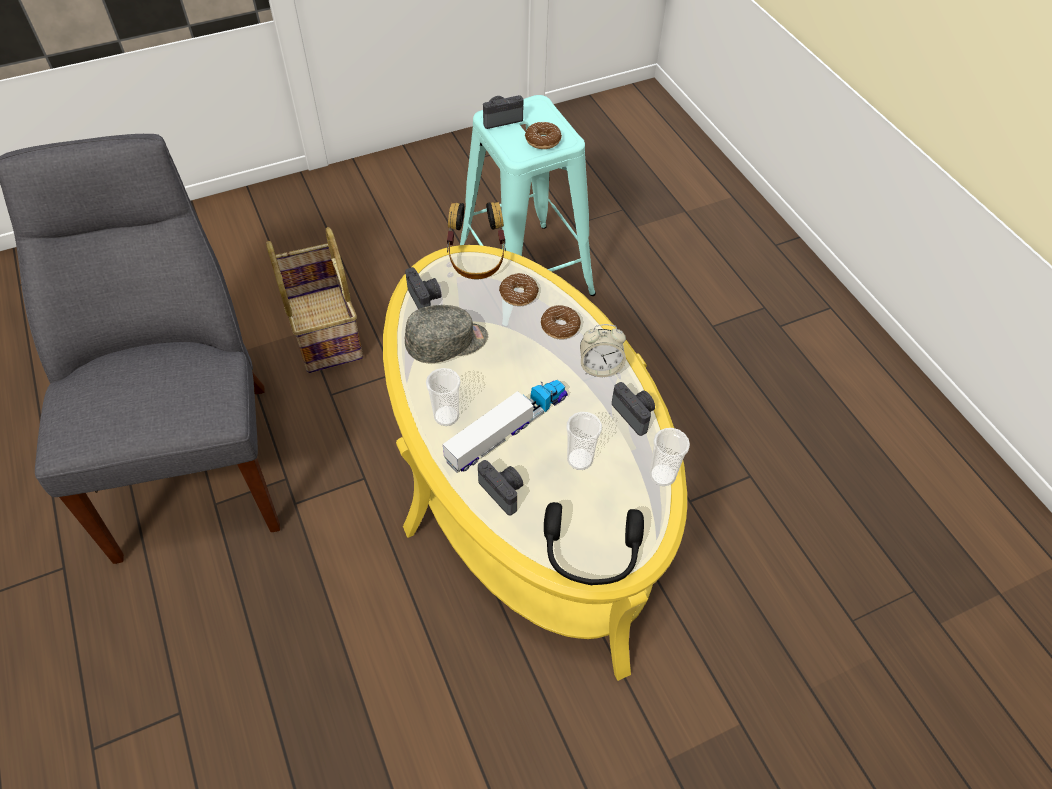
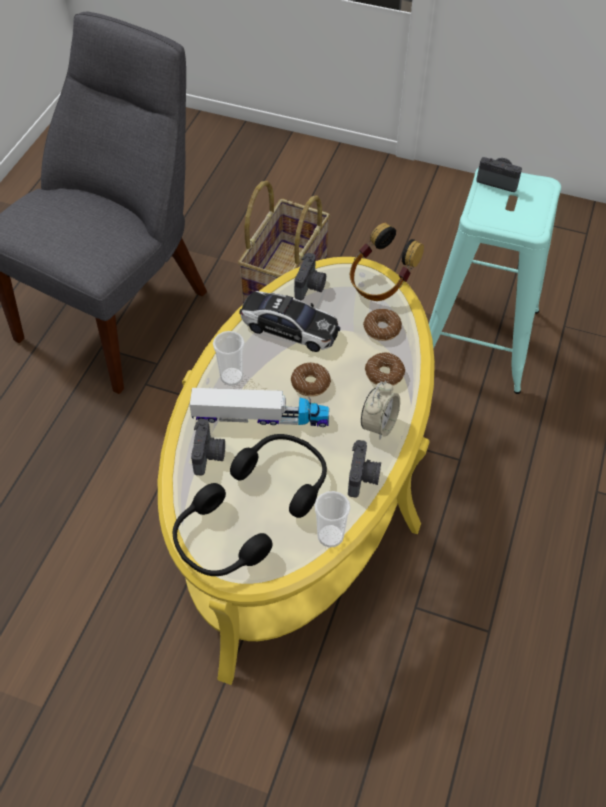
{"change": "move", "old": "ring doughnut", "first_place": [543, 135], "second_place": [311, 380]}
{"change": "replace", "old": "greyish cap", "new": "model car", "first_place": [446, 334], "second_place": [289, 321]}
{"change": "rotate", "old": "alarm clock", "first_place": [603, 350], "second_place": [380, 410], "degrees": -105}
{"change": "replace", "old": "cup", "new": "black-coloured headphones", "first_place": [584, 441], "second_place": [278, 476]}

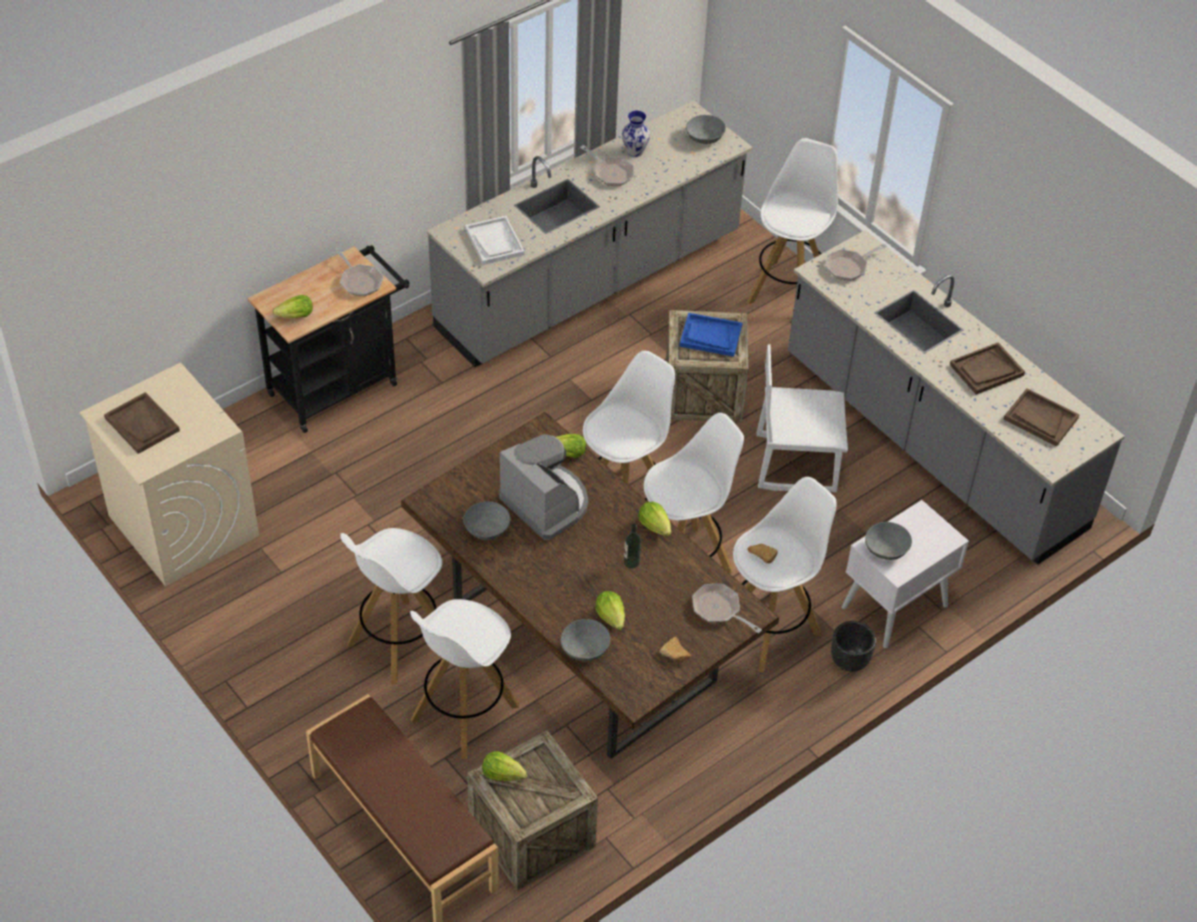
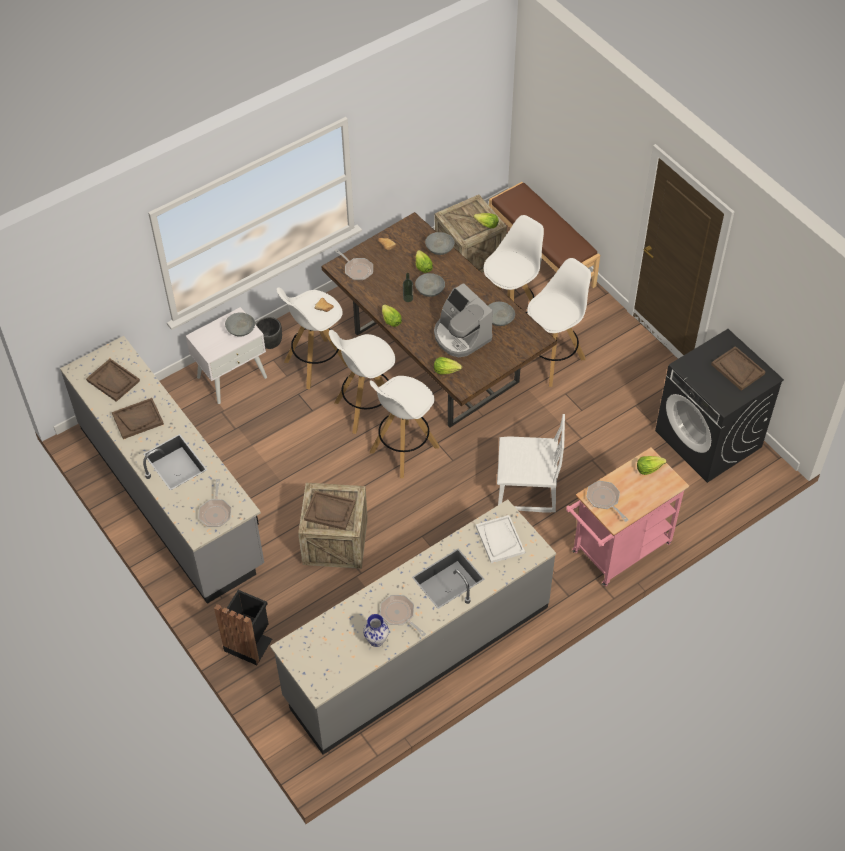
{"change": "move", "old": "greyish bowl", "first_place": [706, 129], "second_place": [430, 285]}
{"change": "replace", "old": "white sitting stool", "new": "black-coloured trash can", "first_place": [792, 221], "second_place": [243, 627]}
{"change": "rotate", "old": "skillet", "first_place": [856, 262], "second_place": [214, 503], "degrees": 120}
{"change": "recolor", "old": "black-coloured trolley", "new": "pink trolley", "first_place": [328, 339], "second_place": [627, 517]}
{"change": "recolor", "old": "blue-coloured tray", "new": "brown tray", "first_place": [710, 335], "second_place": [330, 510]}
{"change": "move", "old": "white plain chair", "first_place": [802, 418], "second_place": [531, 463]}
{"change": "recolor", "old": "sand-coloured laundry appliance", "new": "black-coloured laundry appliance", "first_place": [169, 475], "second_place": [719, 406]}

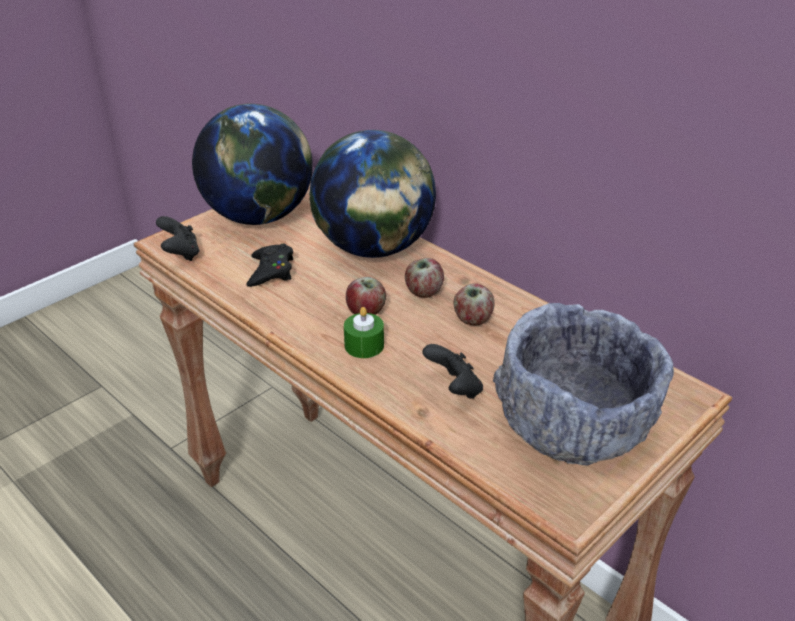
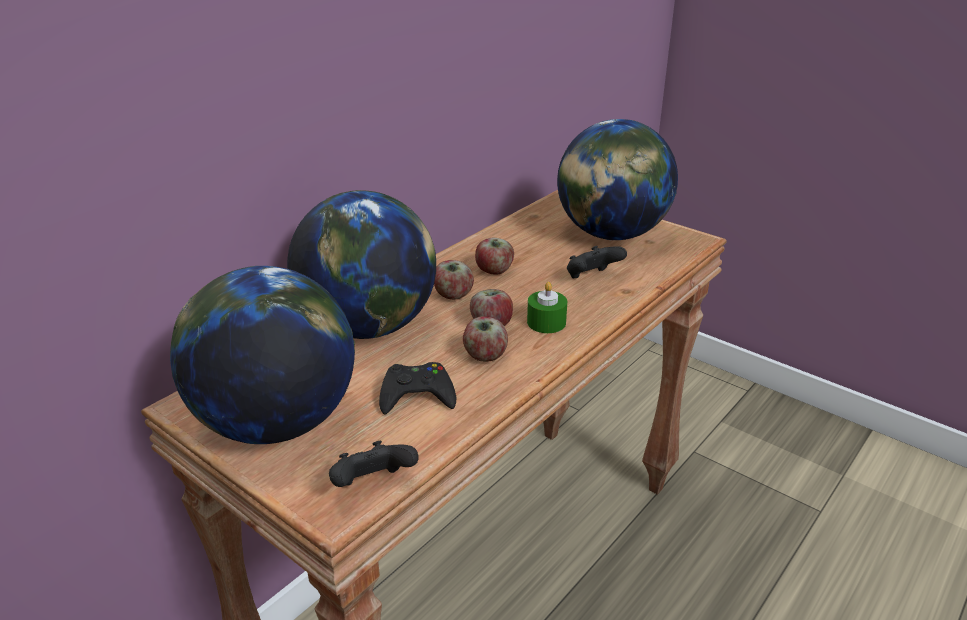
{"change": "replace", "old": "greyish bowl", "new": "globe", "first_place": [583, 384], "second_place": [617, 179]}
{"change": "insert", "new": "whole apple", "second_place": [485, 339]}

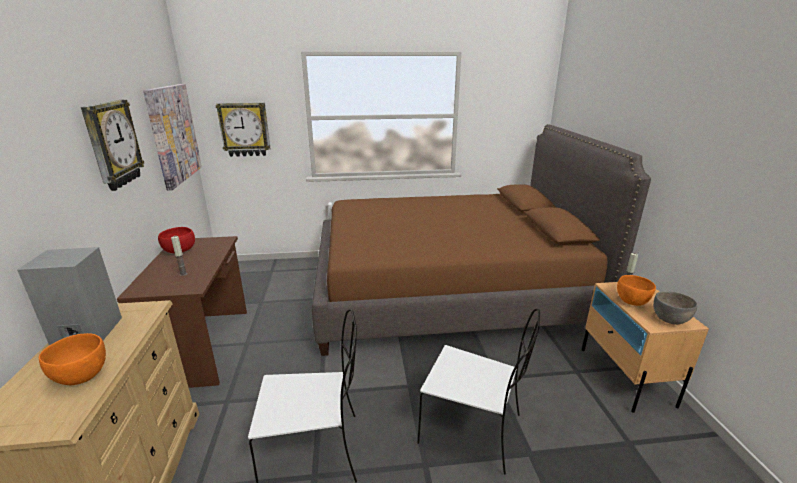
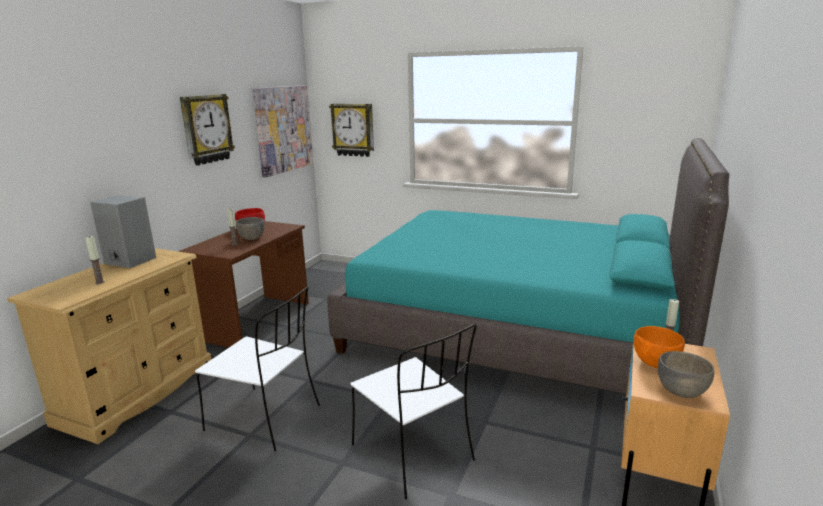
{"change": "recolor", "old": "brown bed", "new": "turquoise bed", "first_place": [481, 240], "second_place": [528, 266]}
{"change": "replace", "old": "orange-coloured bowl", "new": "wax light", "first_place": [72, 359], "second_place": [95, 260]}
{"change": "insert", "new": "greyish bowl", "second_place": [250, 228]}

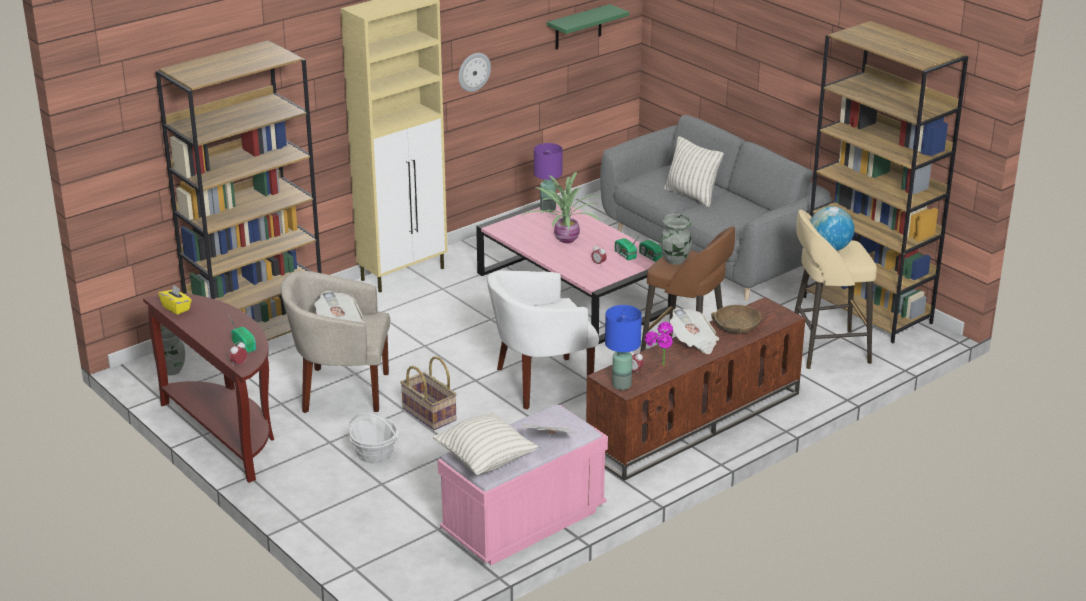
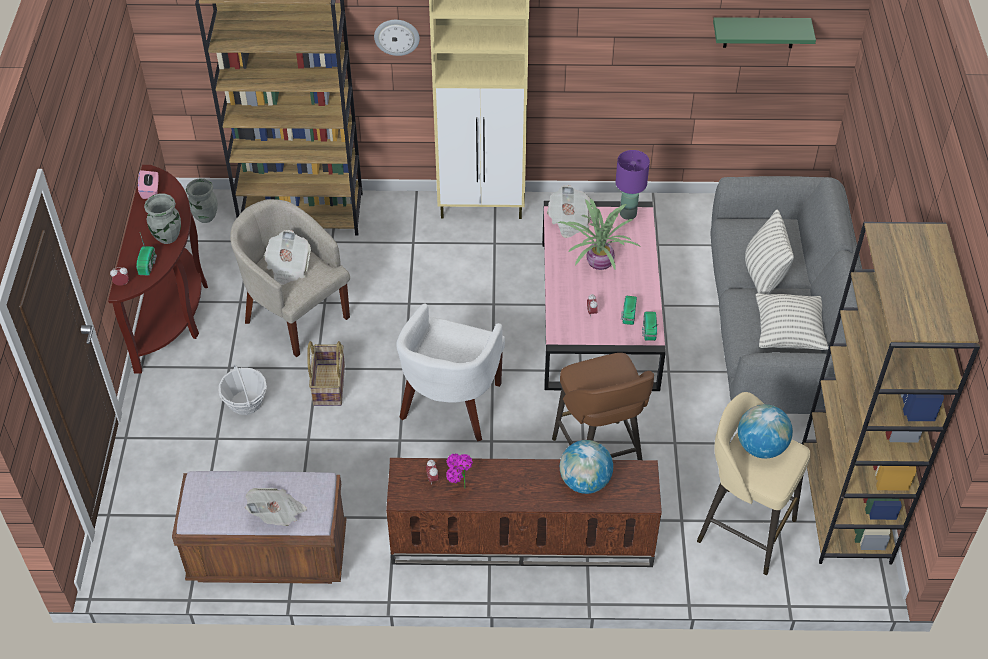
{"change": "move", "old": "clock on the wall", "first_place": [474, 72], "second_place": [397, 38]}
{"change": "move", "old": "greyish decorative vase", "first_place": [676, 239], "second_place": [162, 219]}
{"change": "rotate", "old": "white armchair", "first_place": [543, 340], "second_place": [450, 372], "degrees": -90}
{"change": "recolor", "old": "yellow-coloured tissue holder", "new": "pink tissue holder", "first_place": [175, 299], "second_place": [148, 184]}
{"change": "delete", "old": "blue-coloured lamp for a table", "first_place": [623, 347]}
{"change": "replace", "old": "brown bowl", "new": "globe", "first_place": [736, 319], "second_place": [586, 467]}
{"change": "move", "old": "daily paper", "first_place": [694, 331], "second_place": [569, 211]}
{"change": "recolor", "old": "pink bench", "new": "brown bench", "first_place": [523, 484], "second_place": [259, 527]}
{"change": "move", "old": "throw pillow", "first_place": [485, 443], "second_place": [791, 321]}

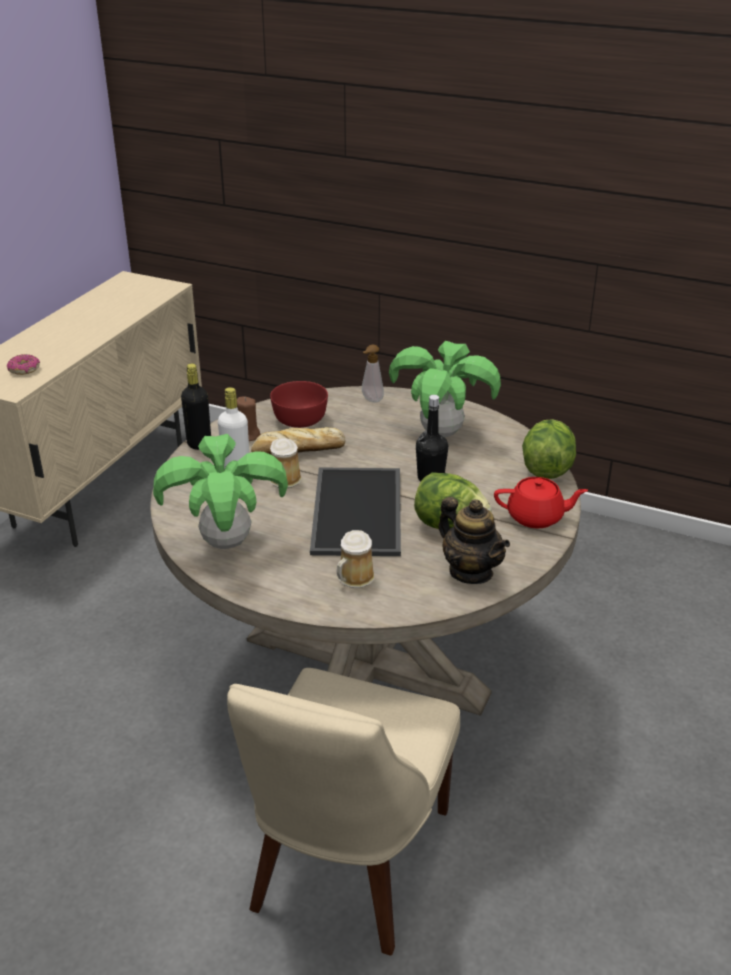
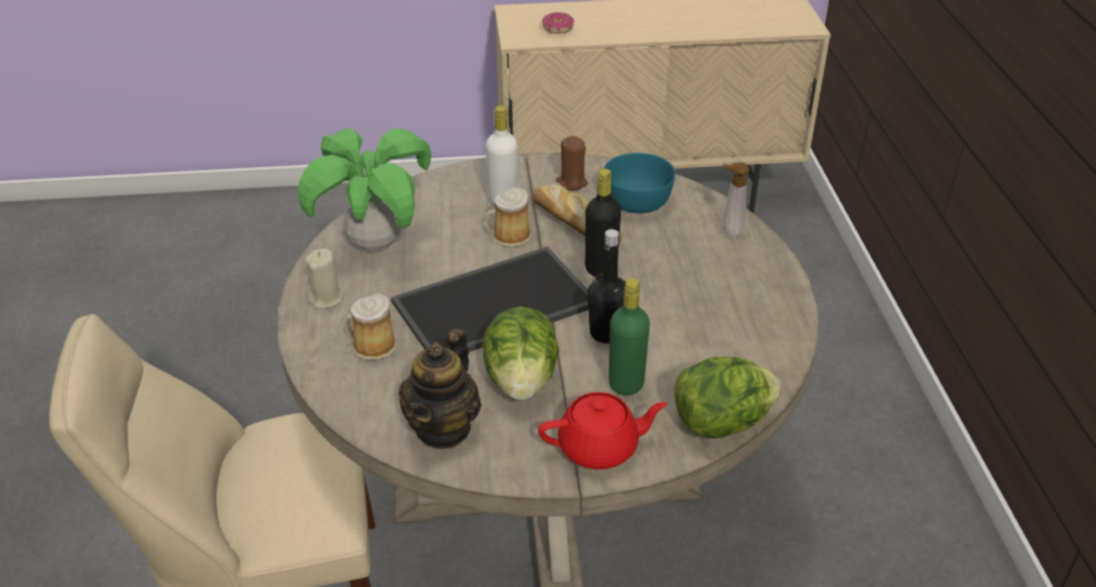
{"change": "delete", "old": "potted plant", "first_place": [445, 389]}
{"change": "move", "old": "black-coloured drink bottle", "first_place": [196, 406], "second_place": [603, 223]}
{"change": "recolor", "old": "red bowl", "new": "turquoise bowl", "first_place": [299, 404], "second_place": [639, 183]}
{"change": "rotate", "old": "red pot for tea", "first_place": [541, 502], "second_place": [603, 430], "degrees": -75}
{"change": "insert", "new": "sand-coloured wax light", "second_place": [325, 278]}
{"change": "insert", "new": "green-coloured drink bottle", "second_place": [629, 337]}

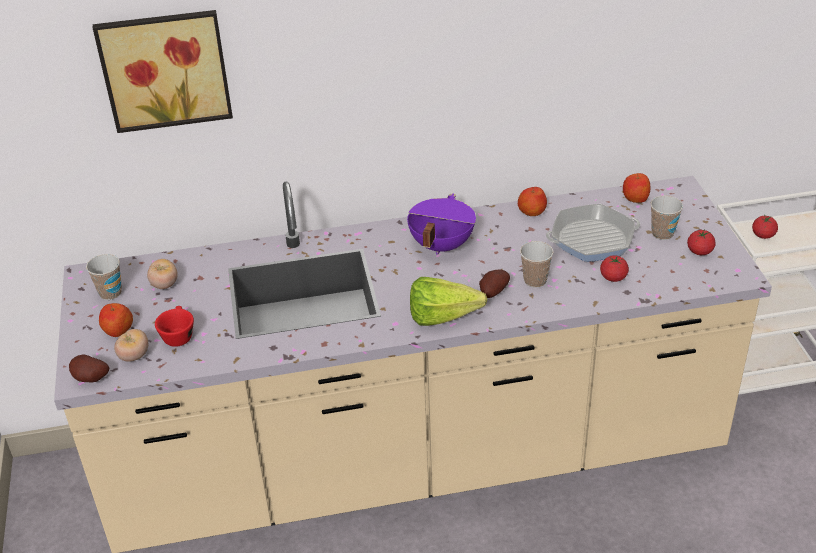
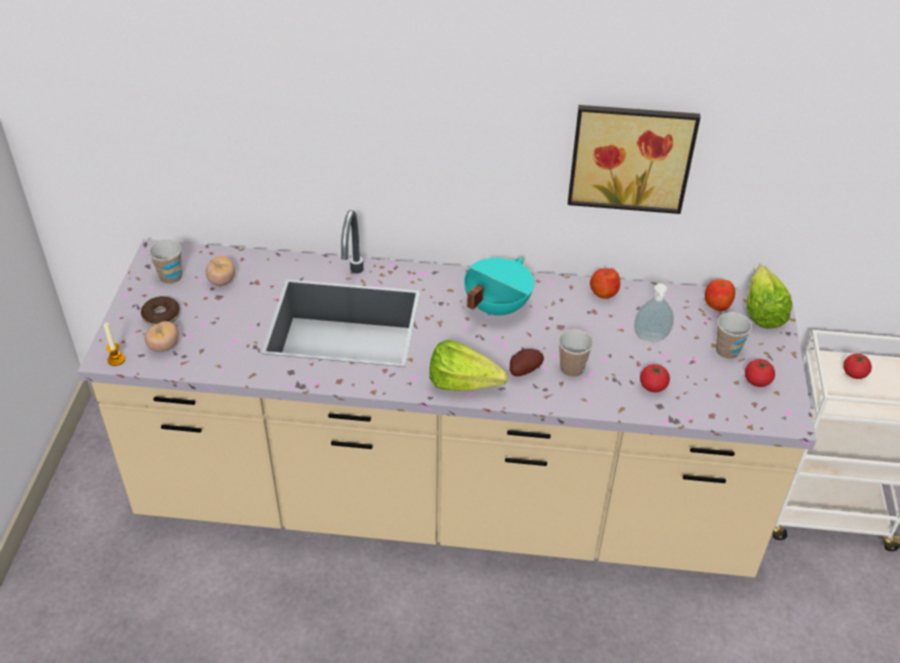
{"change": "move", "old": "picture", "first_place": [163, 71], "second_place": [634, 159]}
{"change": "recolor", "old": "purple-coloured cooking pot", "new": "turquoise cooking pot", "first_place": [441, 224], "second_place": [499, 286]}
{"change": "replace", "old": "skillet", "new": "soap dispenser", "first_place": [593, 233], "second_place": [654, 312]}
{"change": "replace", "old": "whole apple", "new": "ring doughnut", "first_place": [116, 320], "second_place": [160, 311]}
{"change": "delete", "old": "red cup", "first_place": [174, 326]}
{"change": "replace", "old": "whole potato", "new": "wax light", "first_place": [89, 368], "second_place": [114, 344]}
{"change": "insert", "new": "lettuce head", "second_place": [769, 296]}

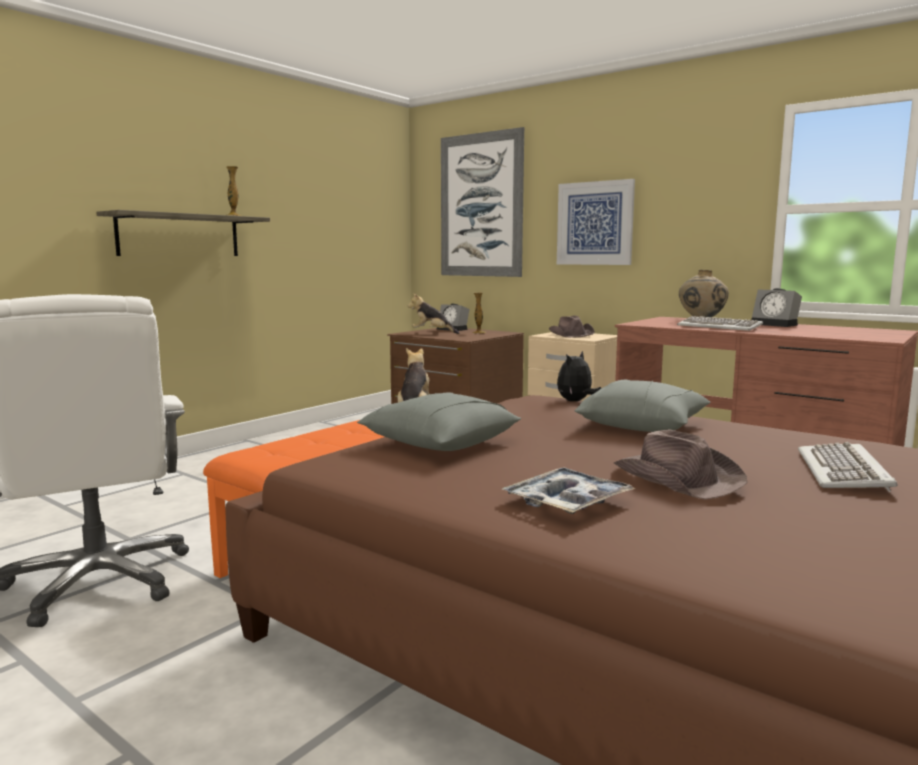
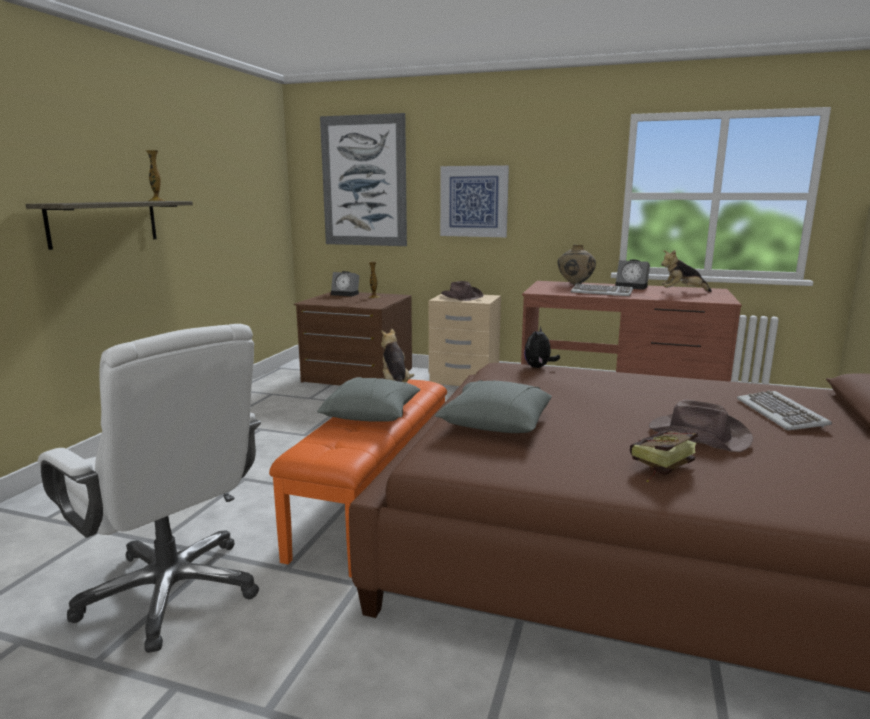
{"change": "move", "old": "soft toy", "first_place": [433, 314], "second_place": [686, 271]}
{"change": "move", "old": "greyish throw pillow", "first_place": [643, 405], "second_place": [369, 399]}
{"change": "replace", "old": "tray", "new": "book", "first_place": [569, 491], "second_place": [664, 456]}

